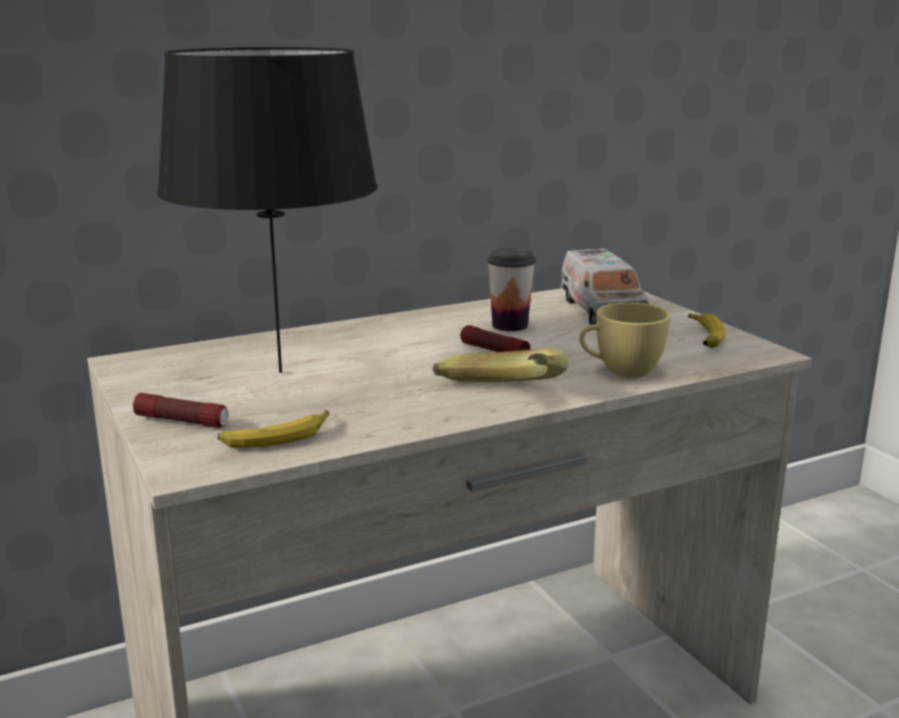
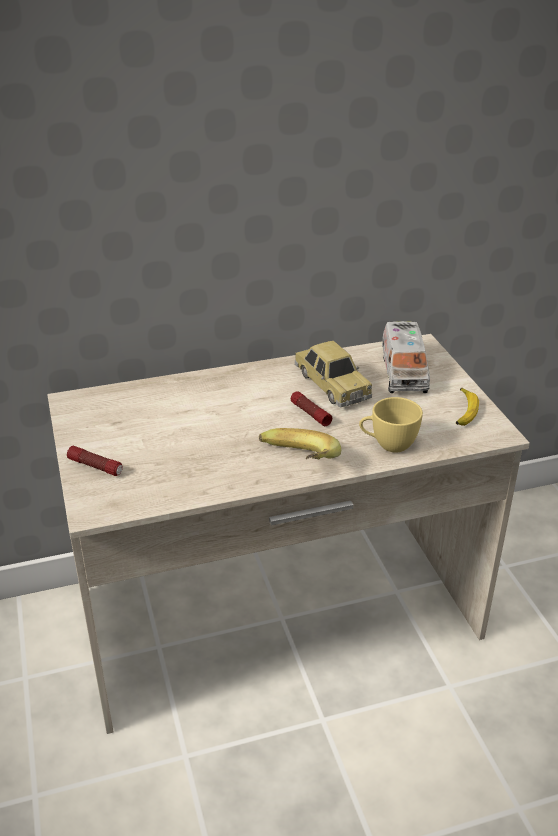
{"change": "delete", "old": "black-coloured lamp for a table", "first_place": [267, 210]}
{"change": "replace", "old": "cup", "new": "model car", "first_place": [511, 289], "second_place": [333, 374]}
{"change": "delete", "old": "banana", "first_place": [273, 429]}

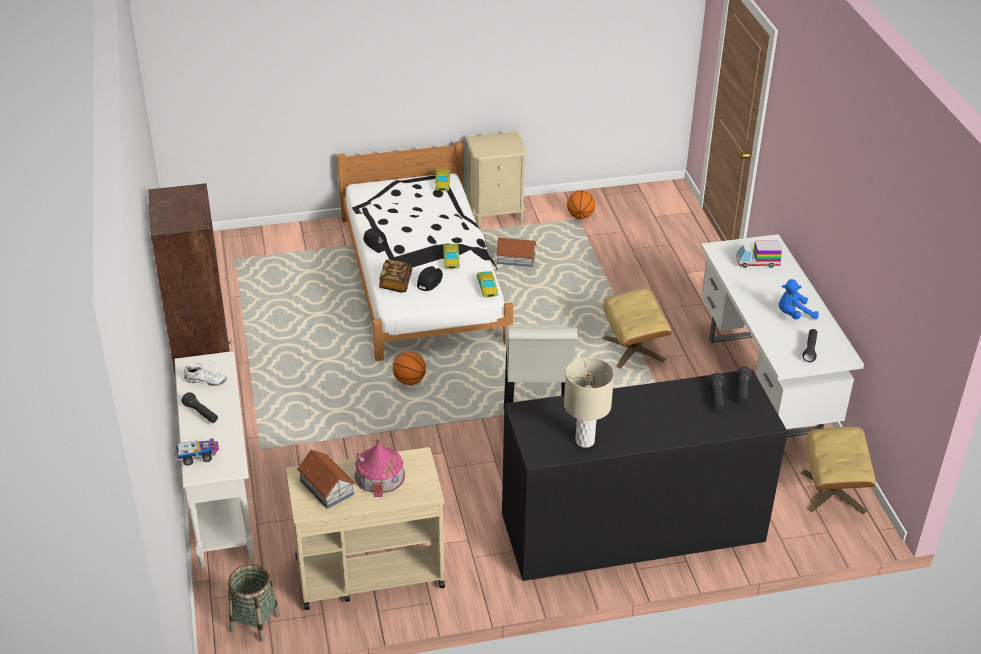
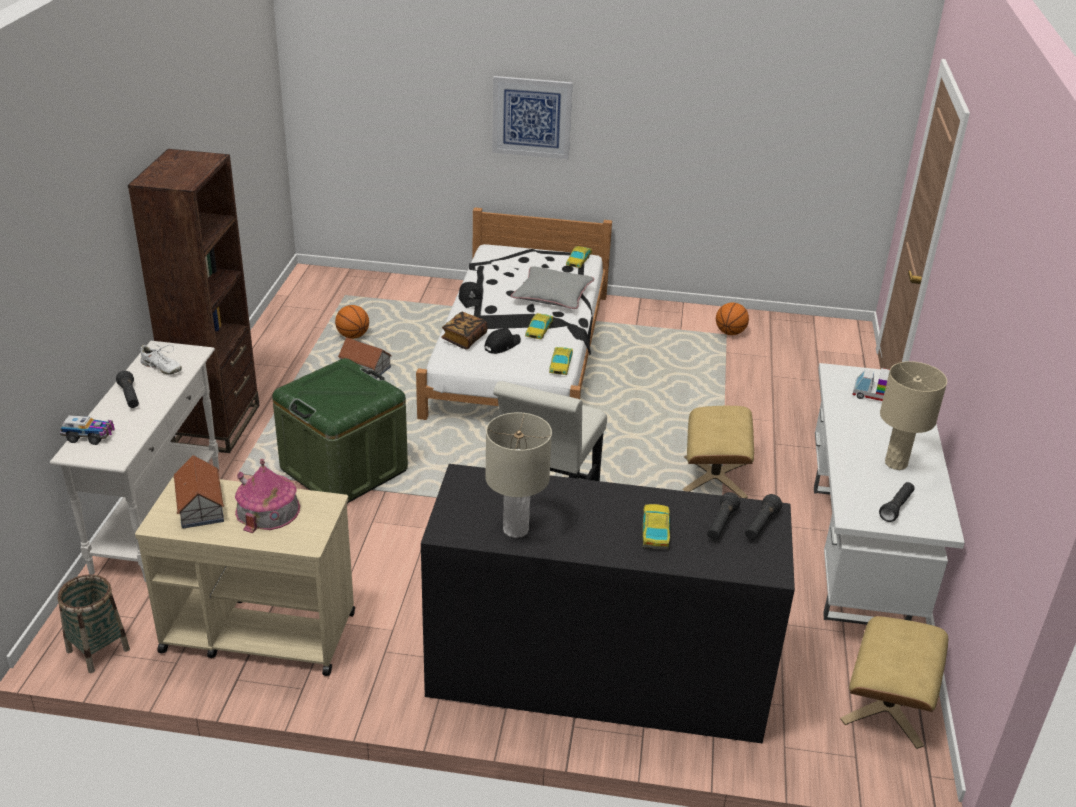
{"change": "delete", "old": "sand-coloured nightstand", "first_place": [496, 179]}
{"change": "move", "old": "model house", "first_place": [516, 252], "second_place": [365, 358]}
{"change": "replace", "old": "blue-coloured soft toy", "new": "sand-coloured lamp for a table", "first_place": [799, 299], "second_place": [913, 415]}
{"change": "move", "old": "basketball", "first_place": [409, 368], "second_place": [352, 322]}
{"change": "insert", "new": "picture", "second_place": [532, 117]}
{"change": "insert", "new": "greyish throw pillow", "second_place": [552, 287]}
{"change": "insert", "new": "green-coloured storage bin", "second_place": [340, 430]}
{"change": "insert", "new": "model car", "second_place": [656, 526]}

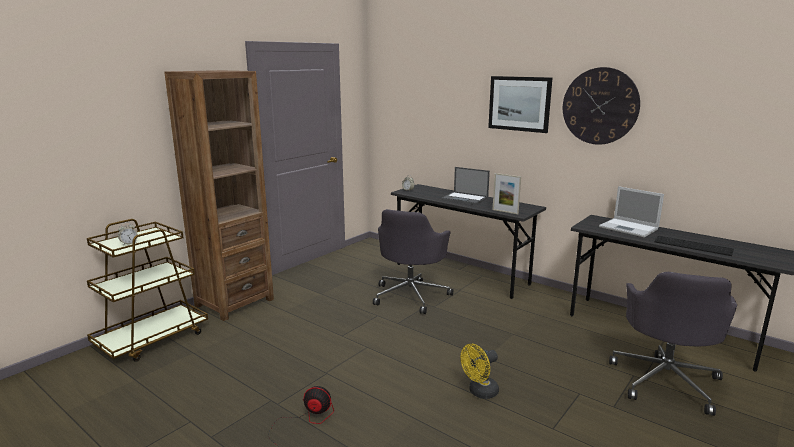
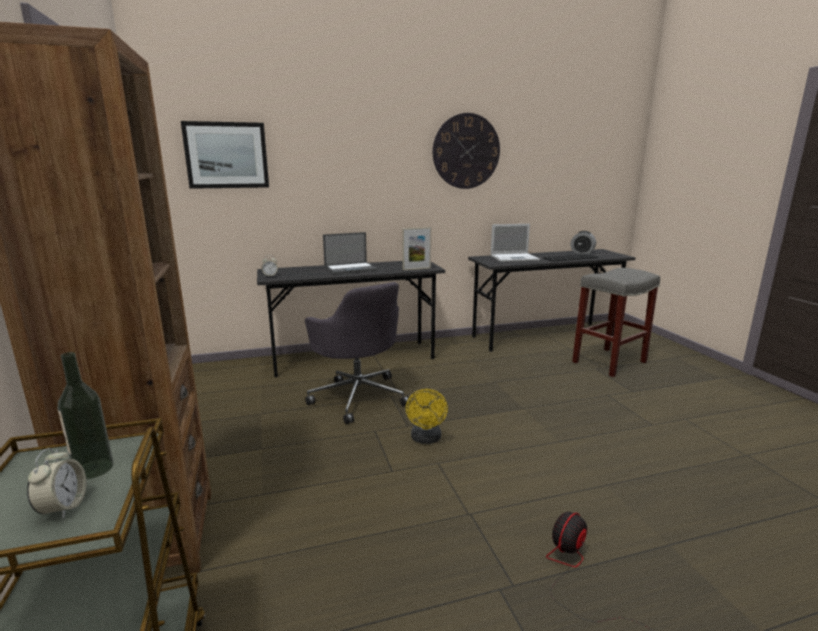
{"change": "move", "old": "picture", "first_place": [520, 104], "second_place": [225, 155]}
{"change": "replace", "old": "greyish computer chair", "new": "greyish sitting stool", "first_place": [673, 344], "second_place": [616, 322]}
{"change": "move", "old": "yellow-coloured cooling fan", "first_place": [480, 371], "second_place": [427, 416]}
{"change": "insert", "new": "alarm clock", "second_place": [583, 242]}
{"change": "insert", "new": "drink bottle", "second_place": [85, 415]}

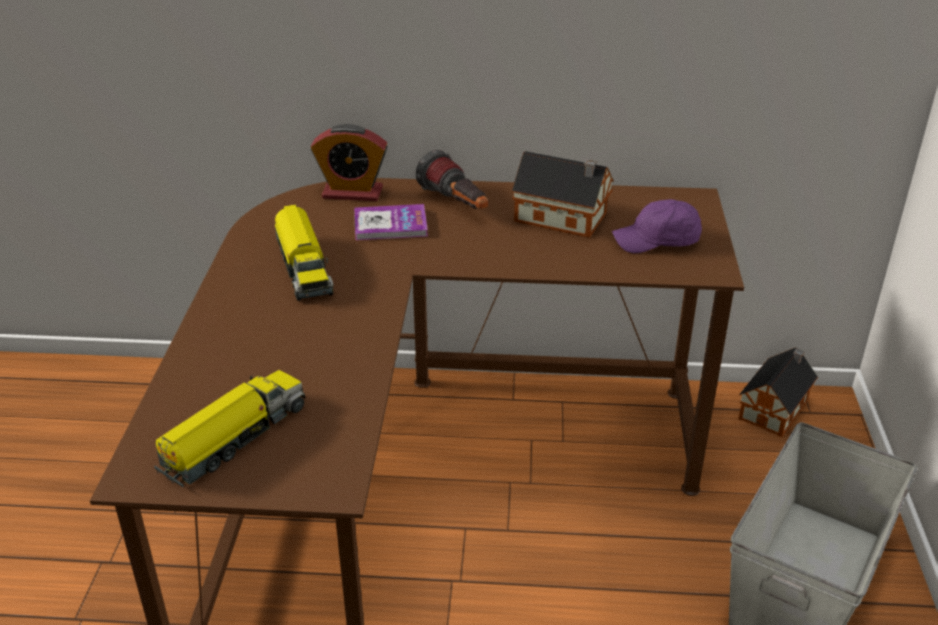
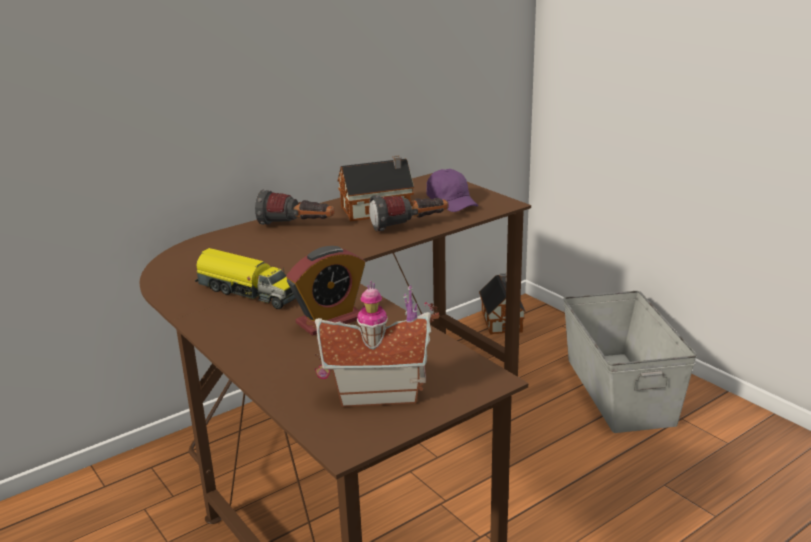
{"change": "move", "old": "alarm clock", "first_place": [349, 162], "second_place": [325, 291]}
{"change": "rotate", "old": "purple-coloured cap", "first_place": [657, 226], "second_place": [452, 190], "degrees": -75}
{"change": "delete", "old": "book", "first_place": [391, 222]}
{"change": "replace", "old": "model truck", "new": "model house", "first_place": [229, 428], "second_place": [373, 344]}
{"change": "insert", "new": "torch", "second_place": [408, 213]}

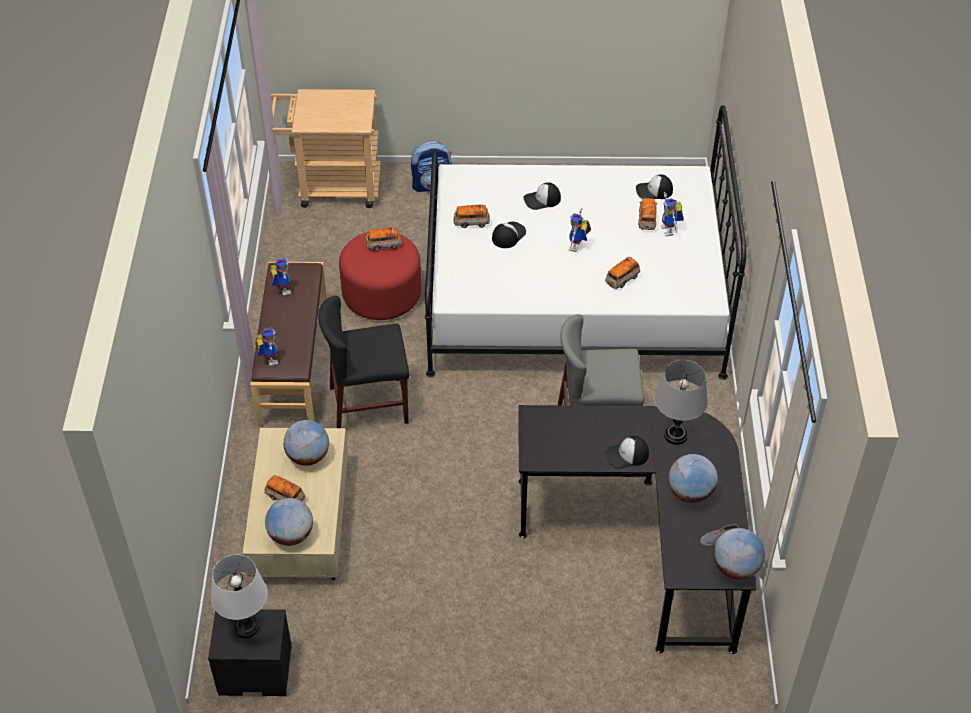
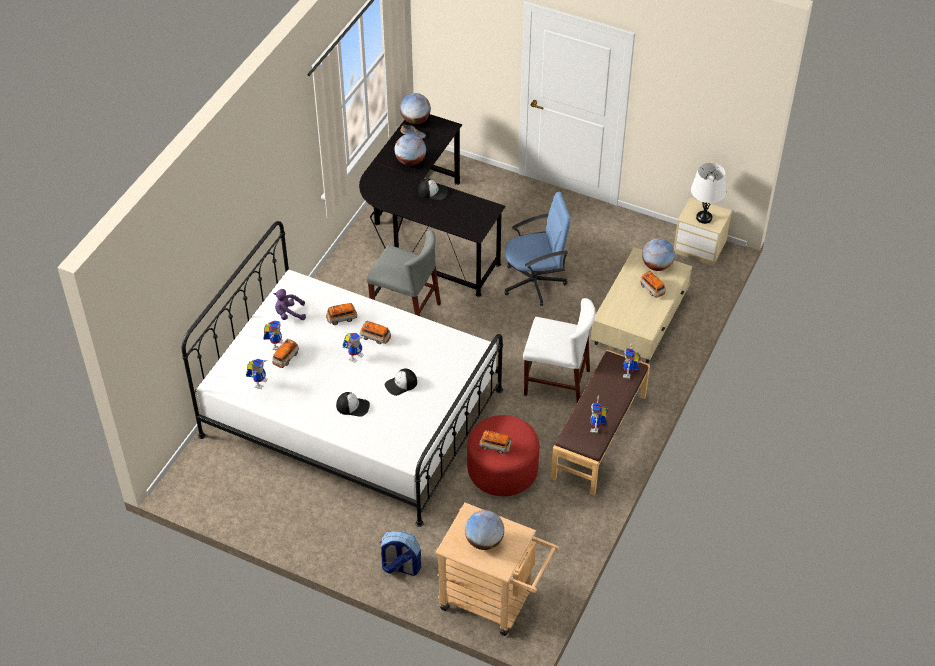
{"change": "replace", "old": "cap", "new": "toy robot", "first_place": [654, 186], "second_place": [257, 374]}
{"change": "move", "old": "model car", "first_place": [471, 216], "second_place": [375, 332]}
{"change": "recolor", "old": "black-coloured plain chair", "new": "white plain chair", "first_place": [363, 362], "second_place": [559, 350]}
{"change": "delete", "old": "greyish lamp for a table", "first_place": [681, 402]}
{"change": "move", "old": "globe", "first_place": [306, 443], "second_place": [484, 530]}
{"change": "recolor", "old": "black-coloured nightstand", "new": "sand-coloured nightstand", "first_place": [250, 652], "second_place": [703, 231]}
{"change": "insert", "new": "blue-coloured computer chair", "second_place": [538, 249]}
{"change": "insert", "new": "purple-coloured soft toy", "second_place": [290, 304]}

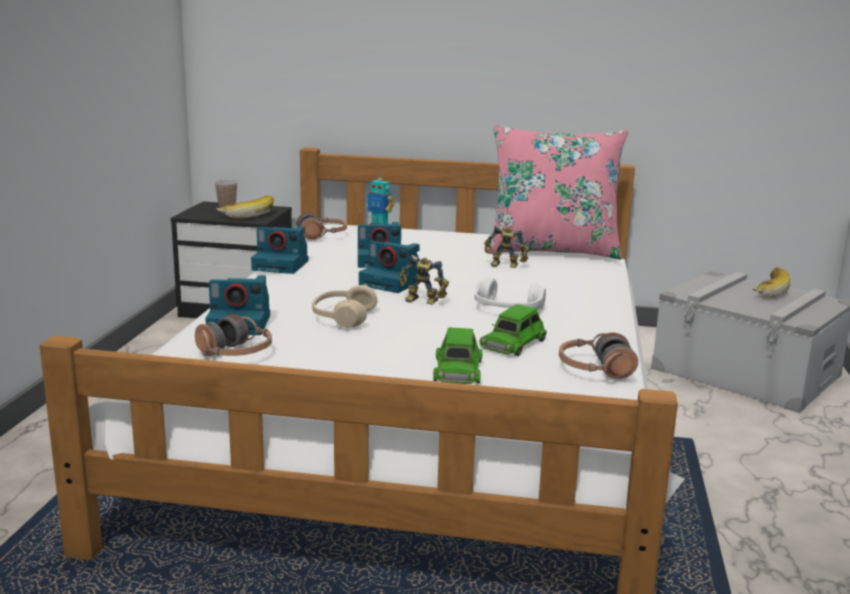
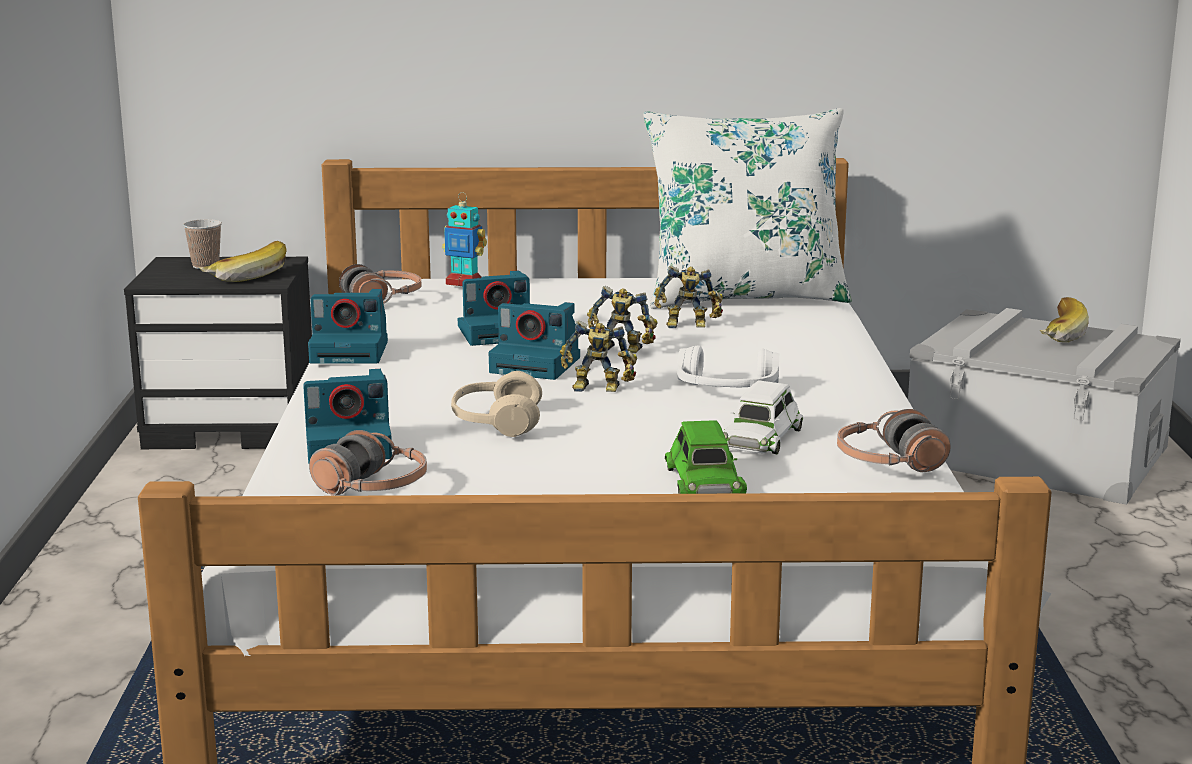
{"change": "recolor", "old": "pink throw pillow", "new": "white throw pillow", "first_place": [557, 192], "second_place": [747, 208]}
{"change": "recolor", "old": "green-coloured model car", "new": "white model car", "first_place": [513, 330], "second_place": [762, 417]}
{"change": "insert", "new": "toy robot", "second_place": [622, 319]}

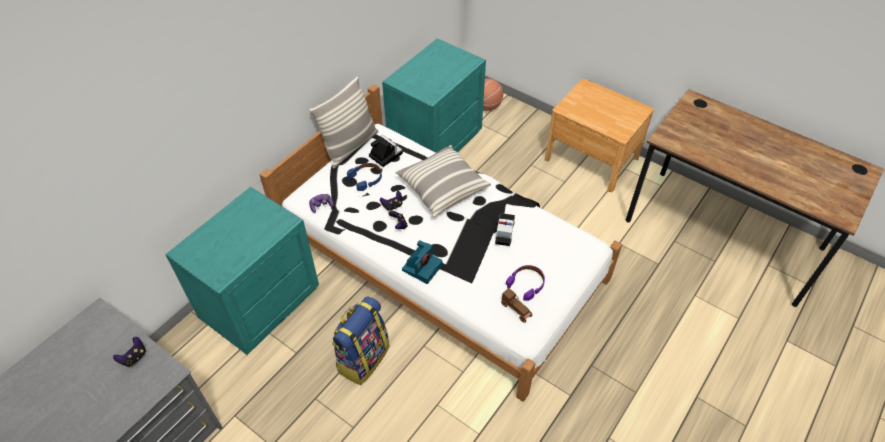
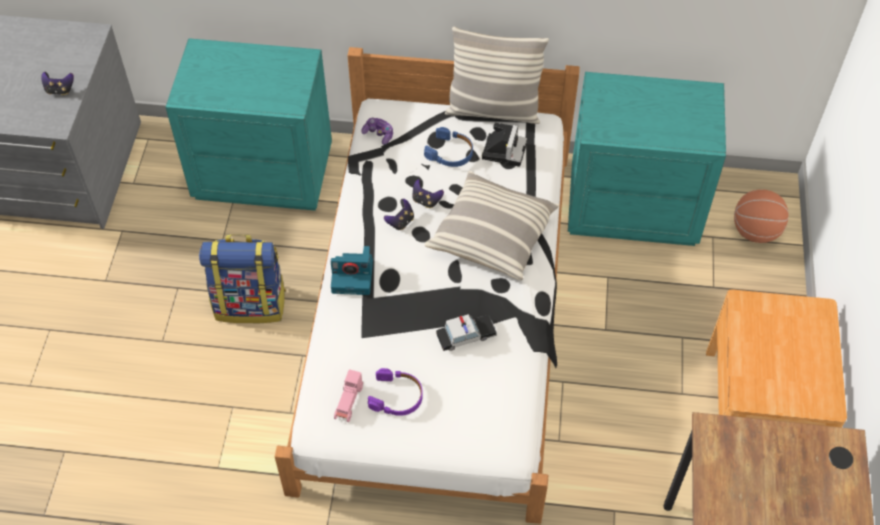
{"change": "recolor", "old": "brown model car", "new": "pink model car", "first_place": [516, 305], "second_place": [348, 395]}

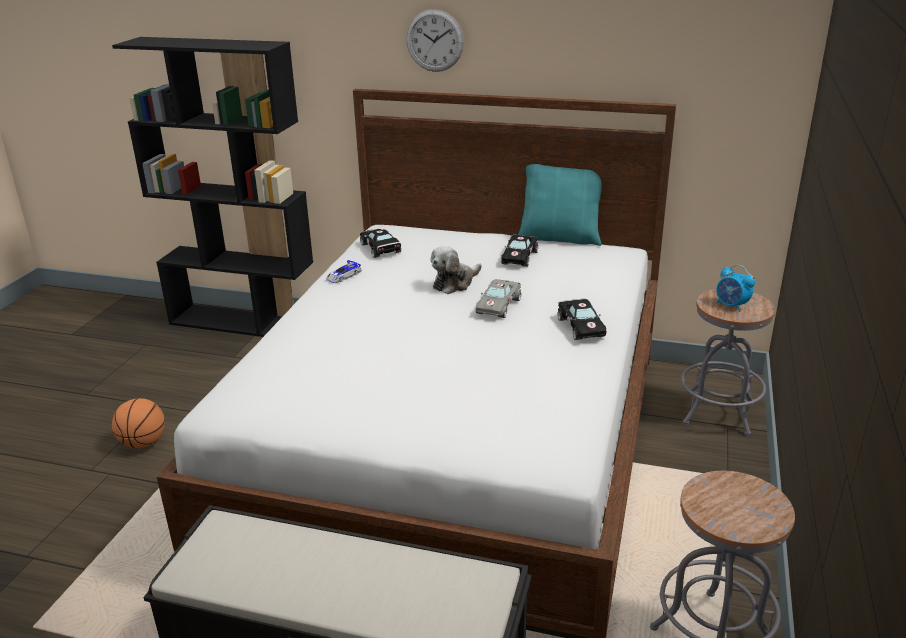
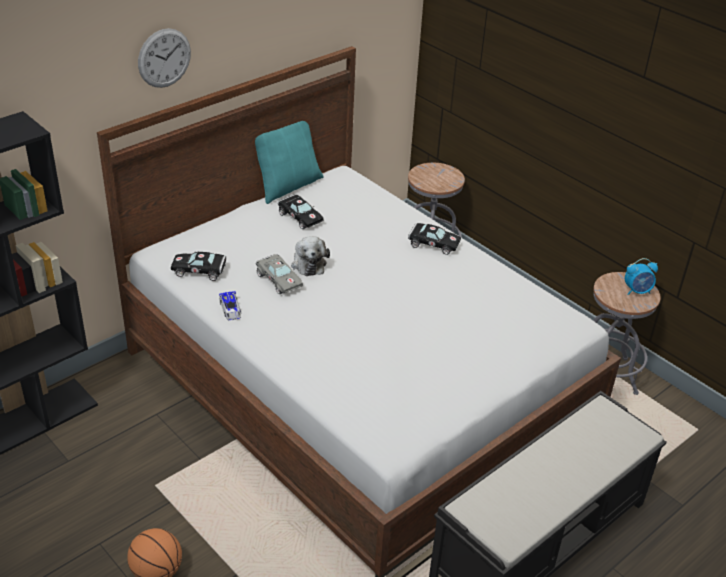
{"change": "move", "old": "alarm clock", "first_place": [735, 288], "second_place": [641, 276]}
{"change": "move", "old": "greyish model car", "first_place": [498, 298], "second_place": [279, 274]}

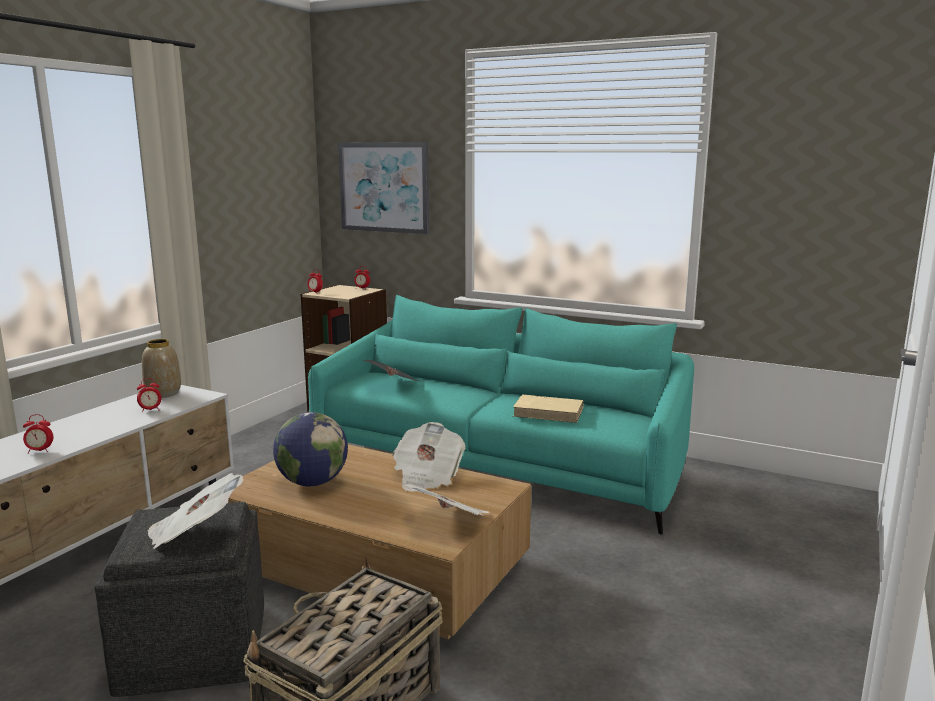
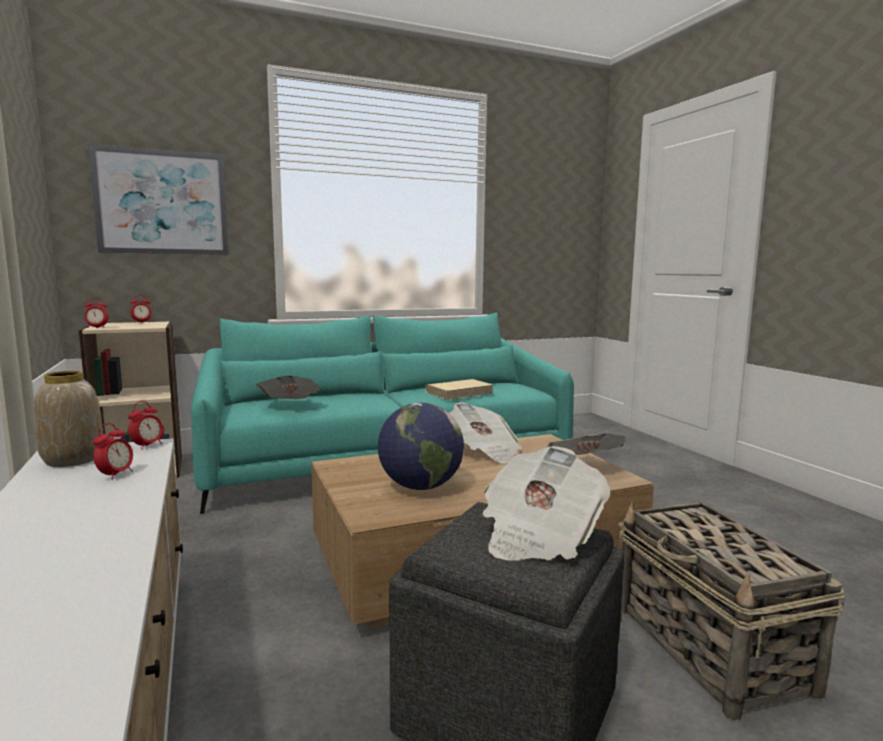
{"change": "move", "old": "alarm clock", "first_place": [38, 434], "second_place": [145, 425]}

